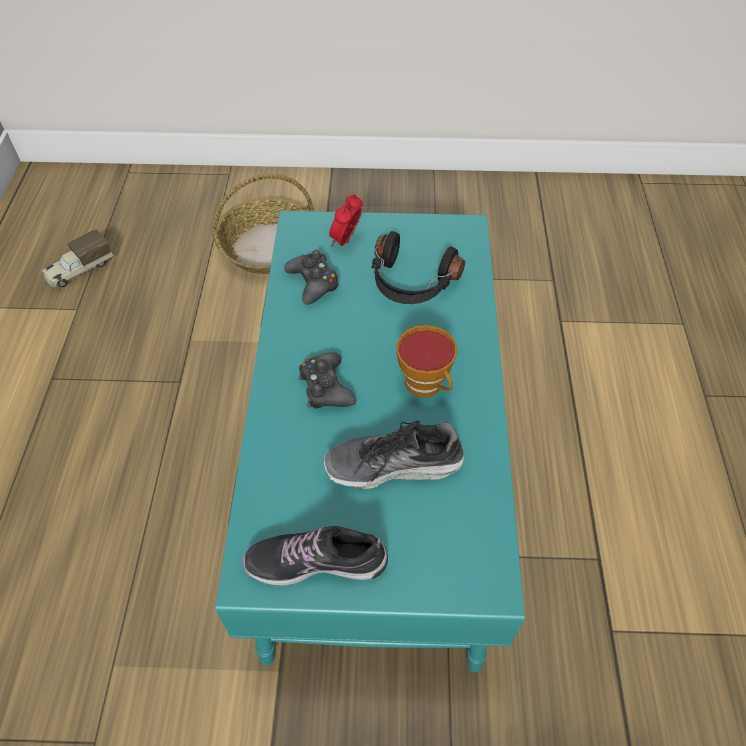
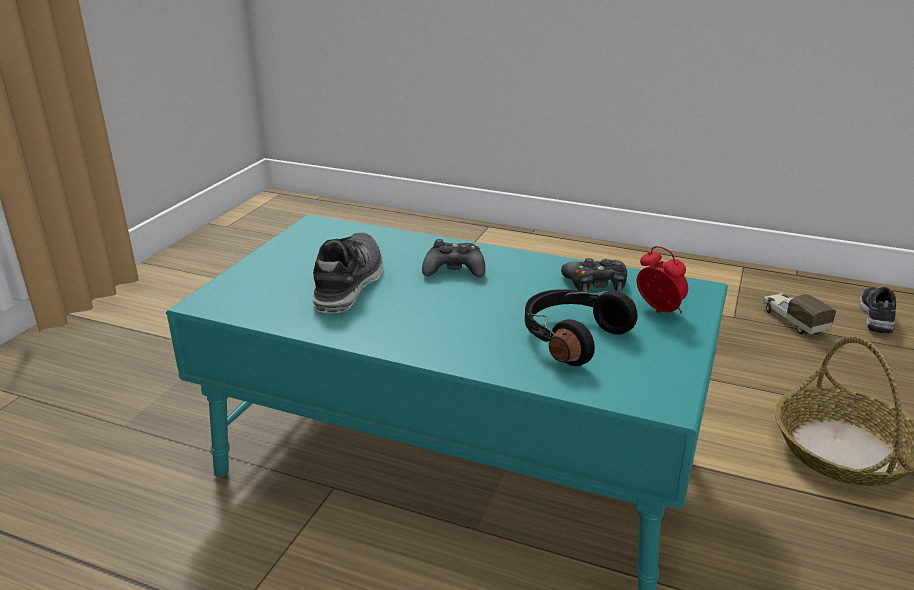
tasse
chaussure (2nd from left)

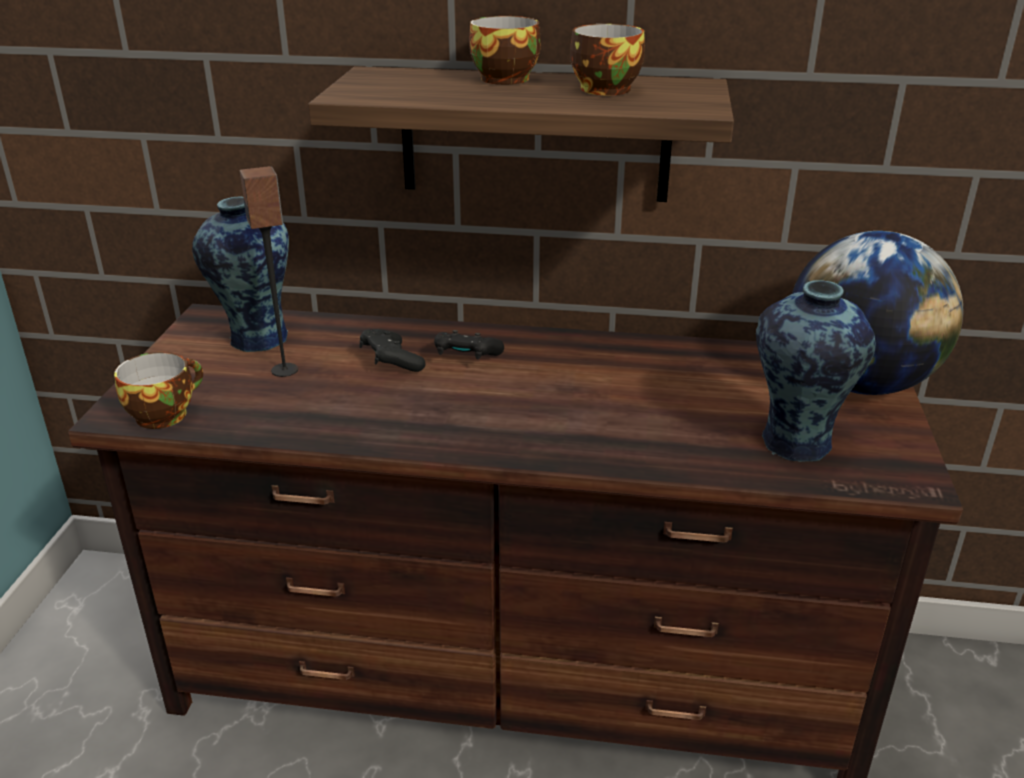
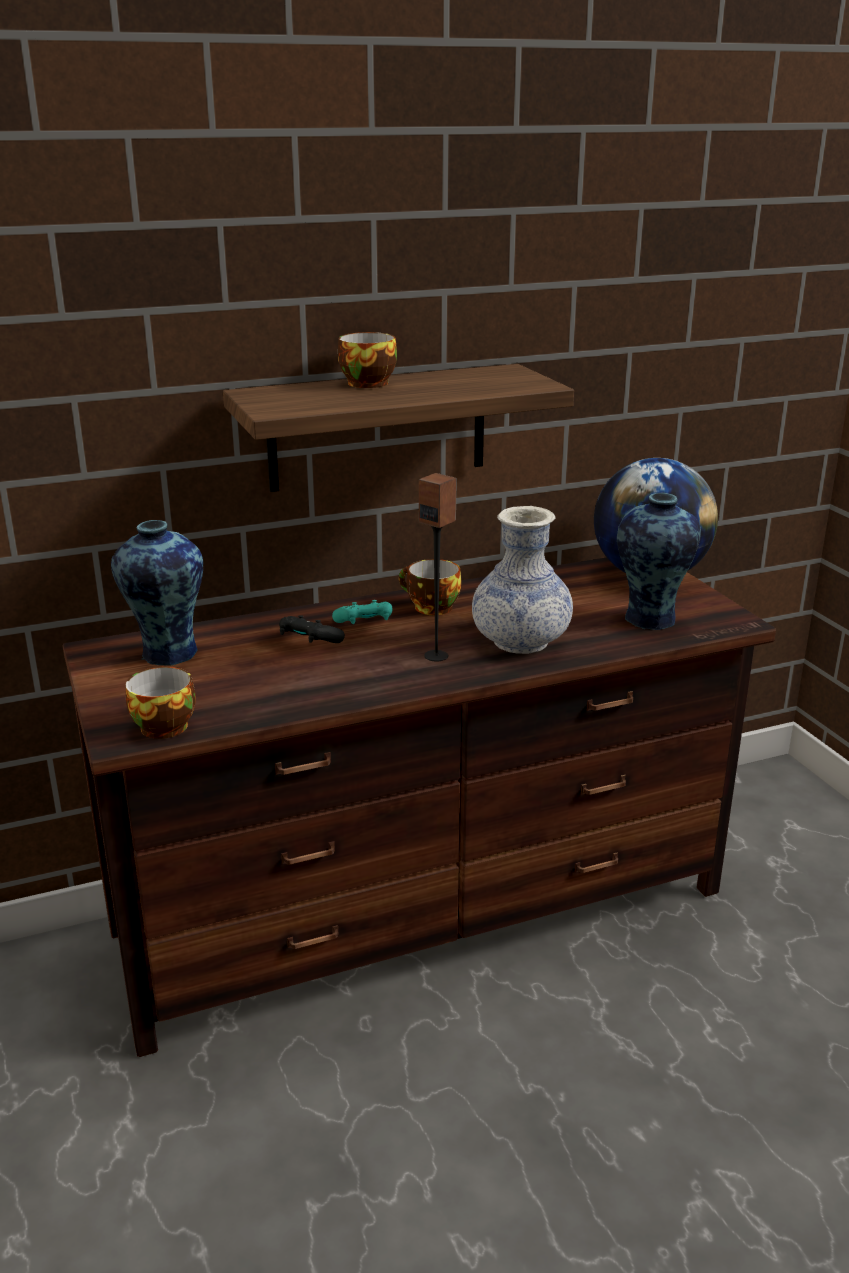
tasse (3rd from left)
enceinte
manette/turquoise
vase (2nd from left)

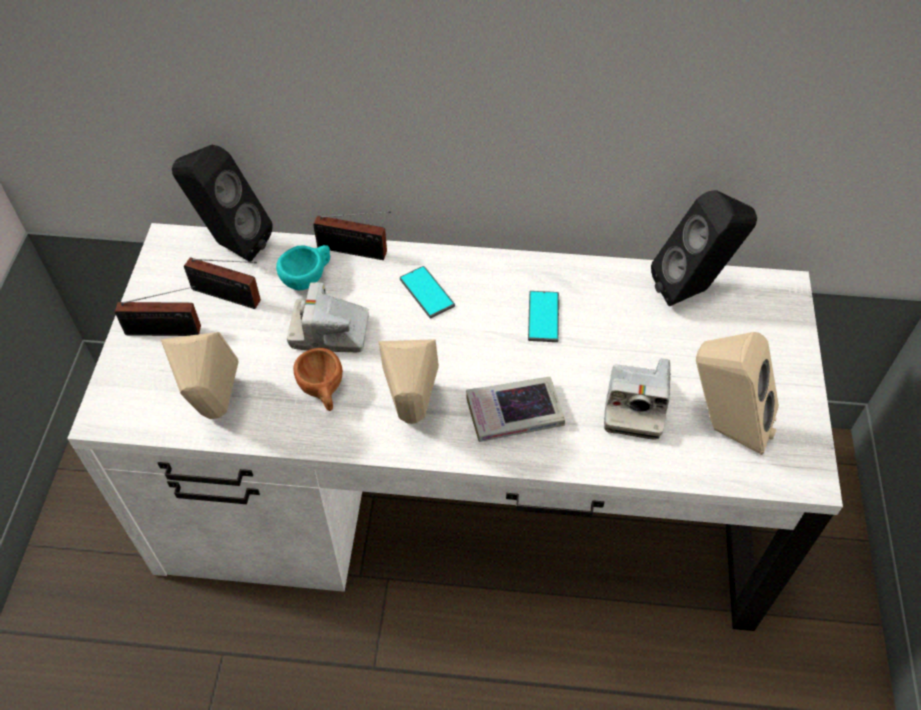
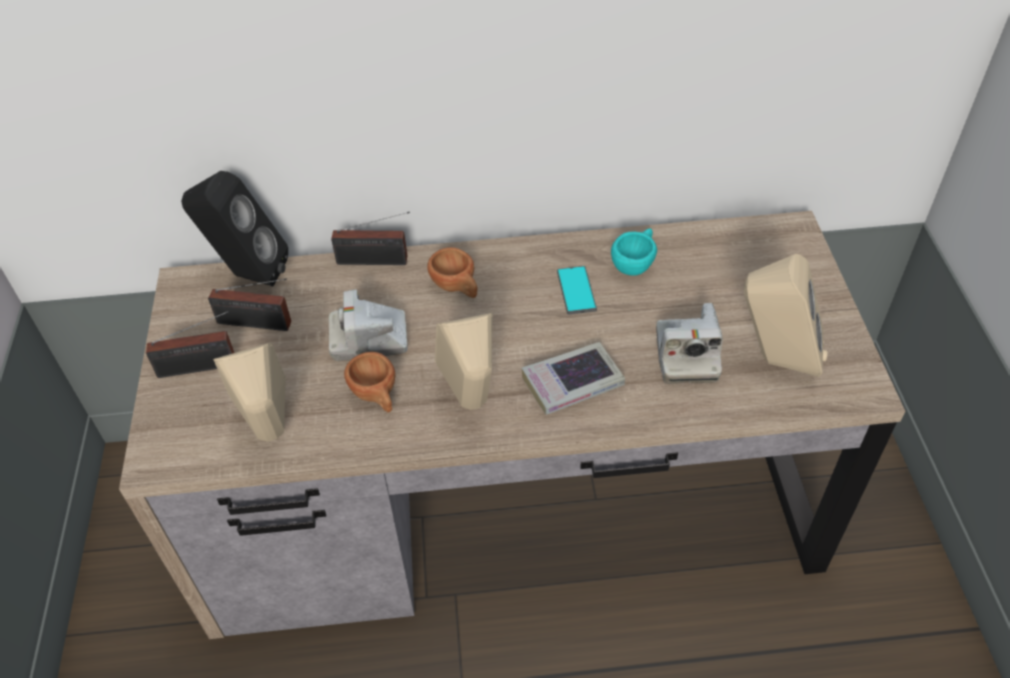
enceinte/noir (2nd from left in the first image)
bureau/marron
tasse/turquoise
tasse/marron (2nd from left)

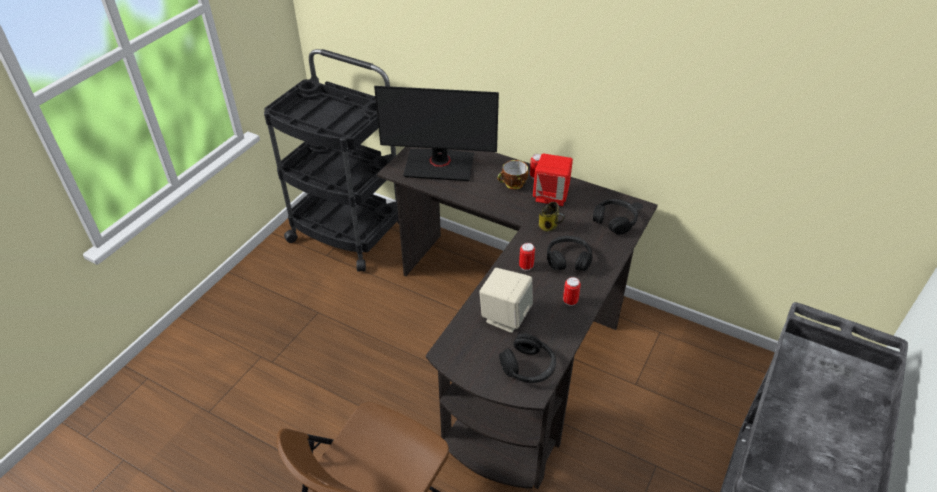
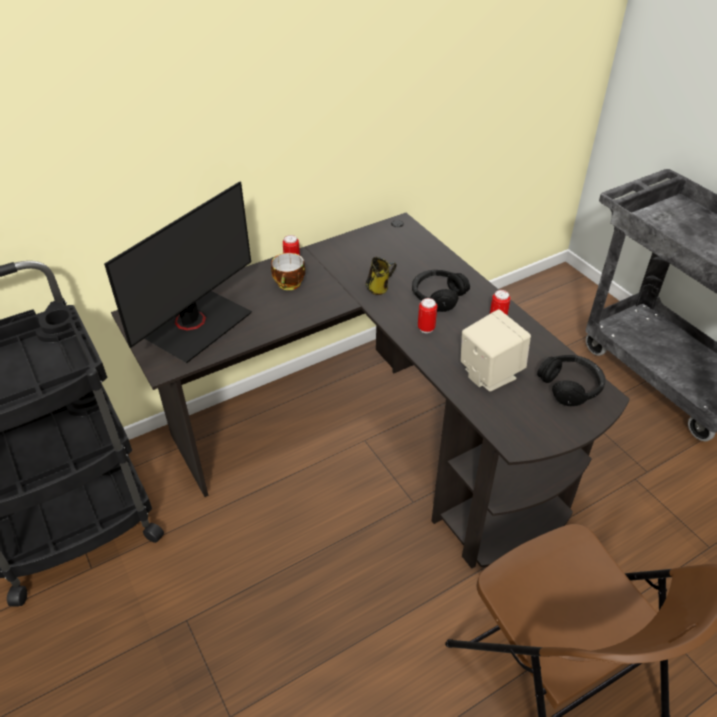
enceinte/rouge
casque audio/noir (3rd from left in the first image)

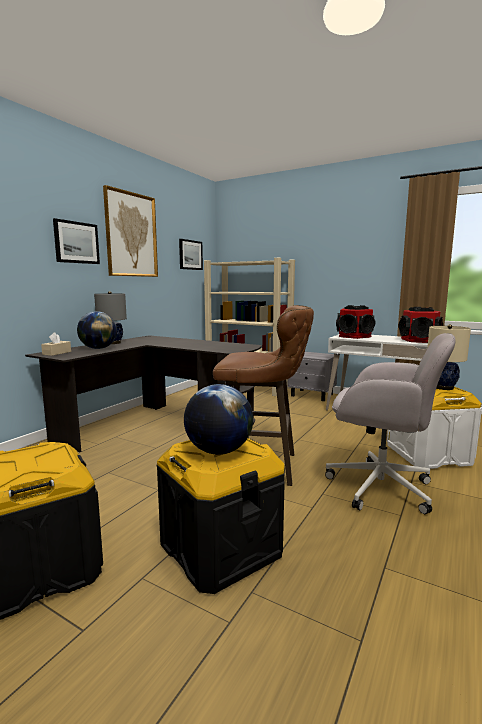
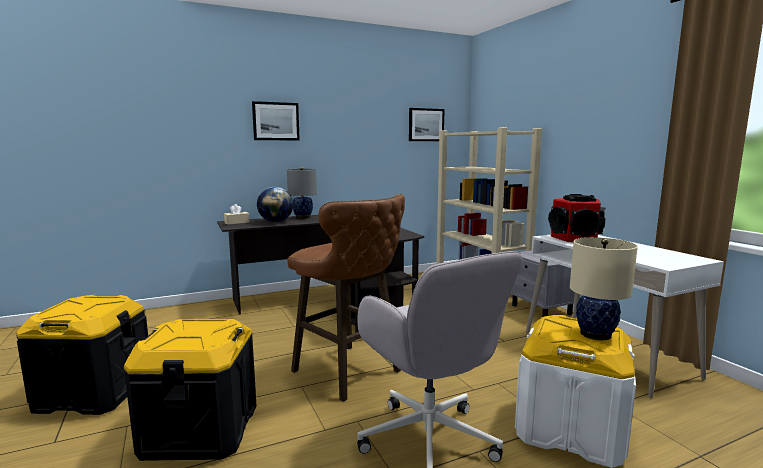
tableau (2nd from left in the first image)
enceinte (2nd from left in the first image)
globe (2nd from left in the first image)

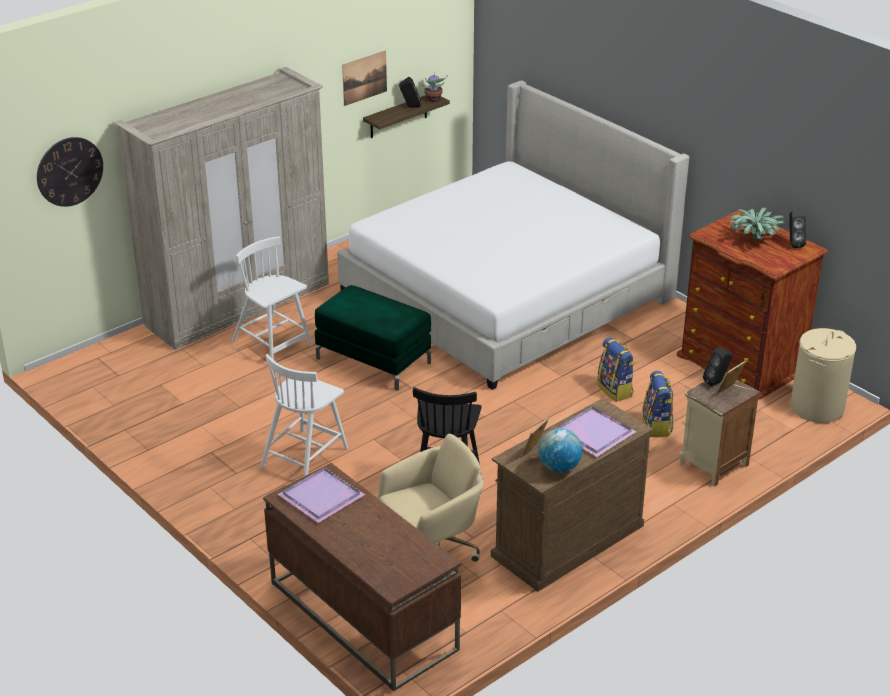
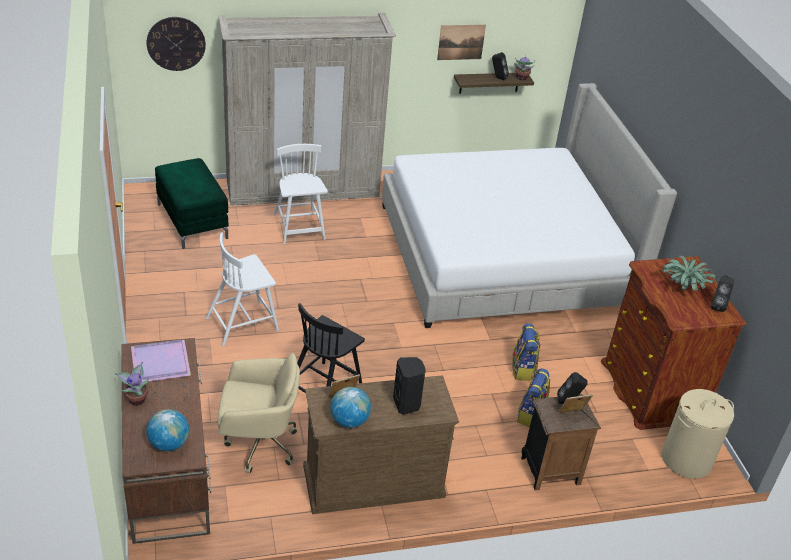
pouf/vert
table de chevet/noir
enceinte/noir (1st from left)
plante en pot (1st from left)
globe (1st from left)

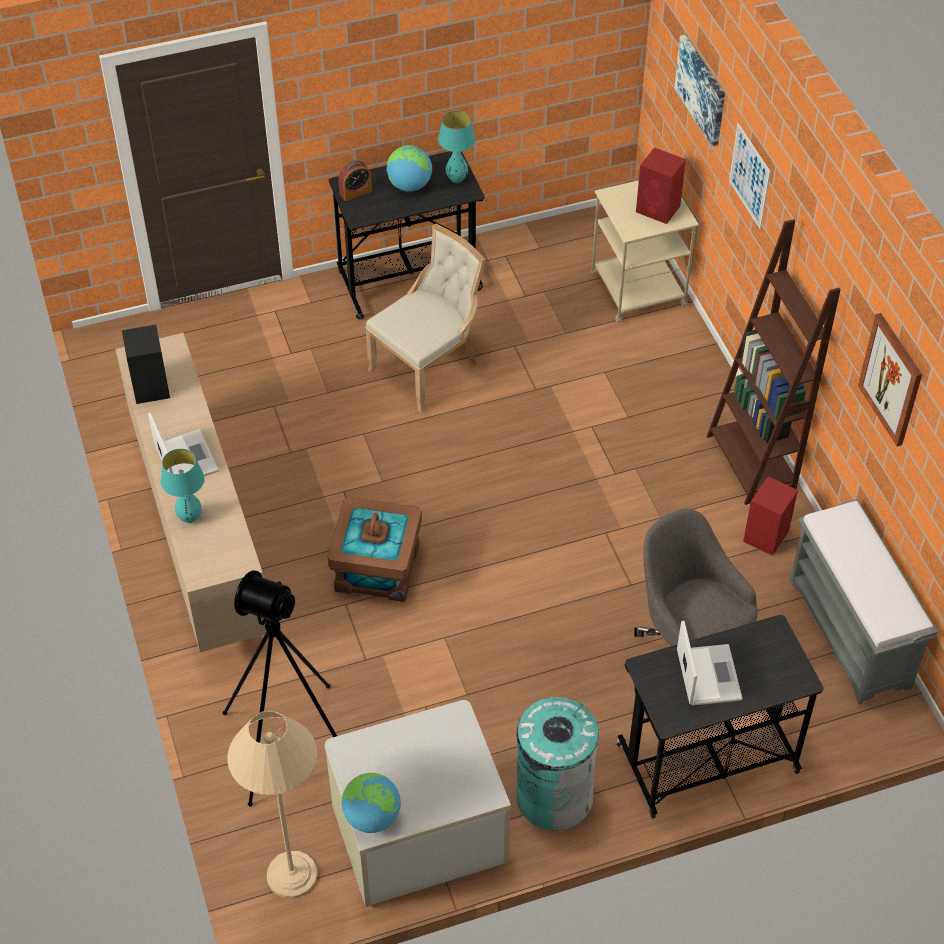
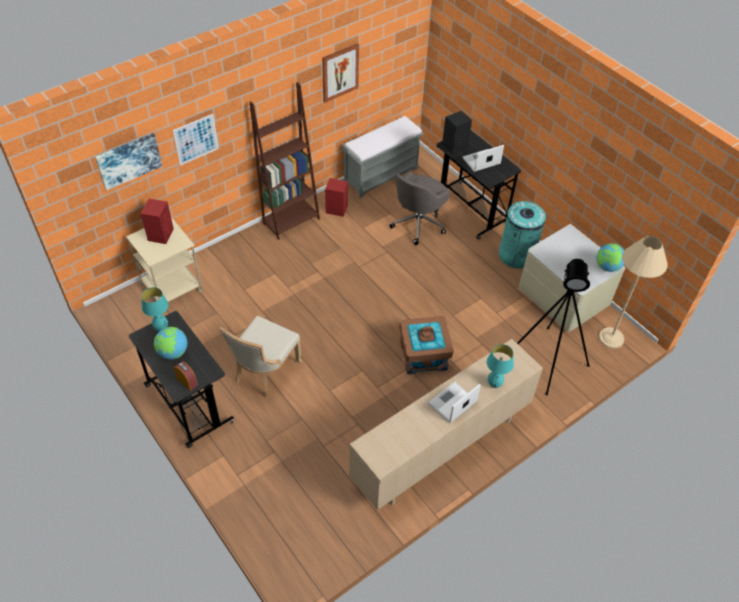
chaise/beige
enceinte/noir

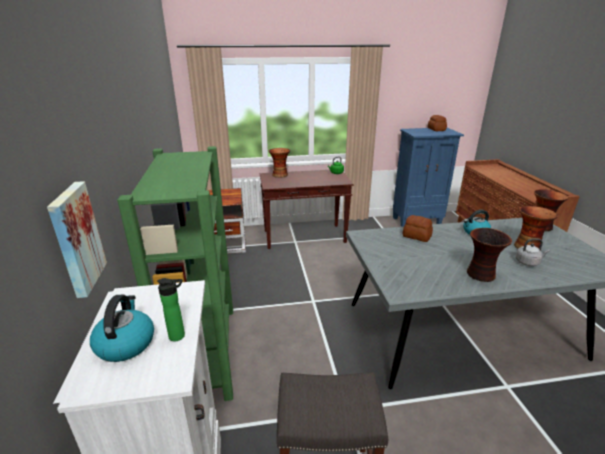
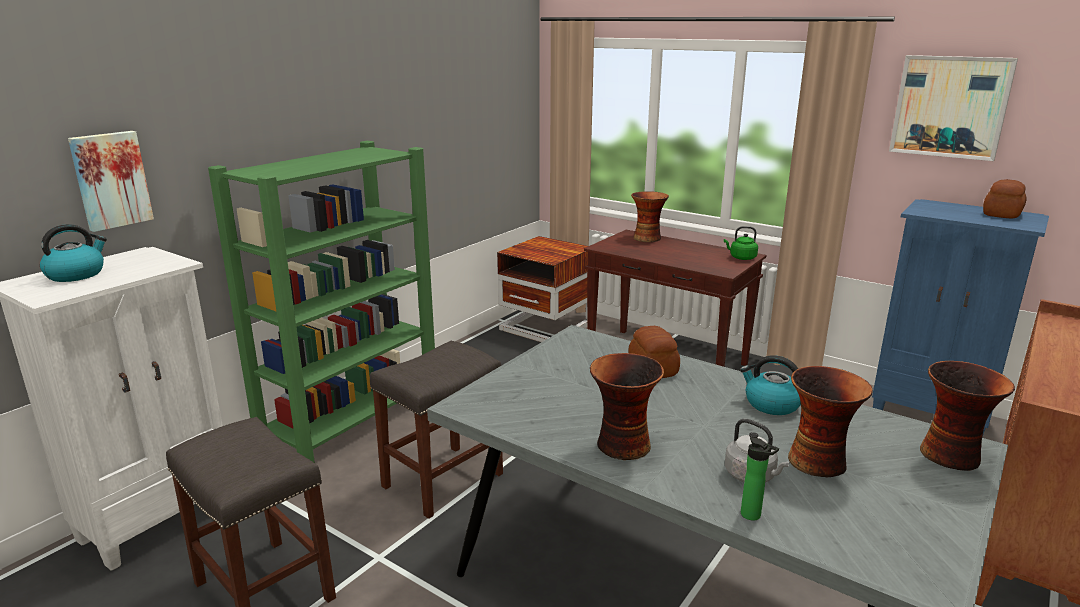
bouteille
tableau (2nd from left)
tabouret/gris (2nd from left)

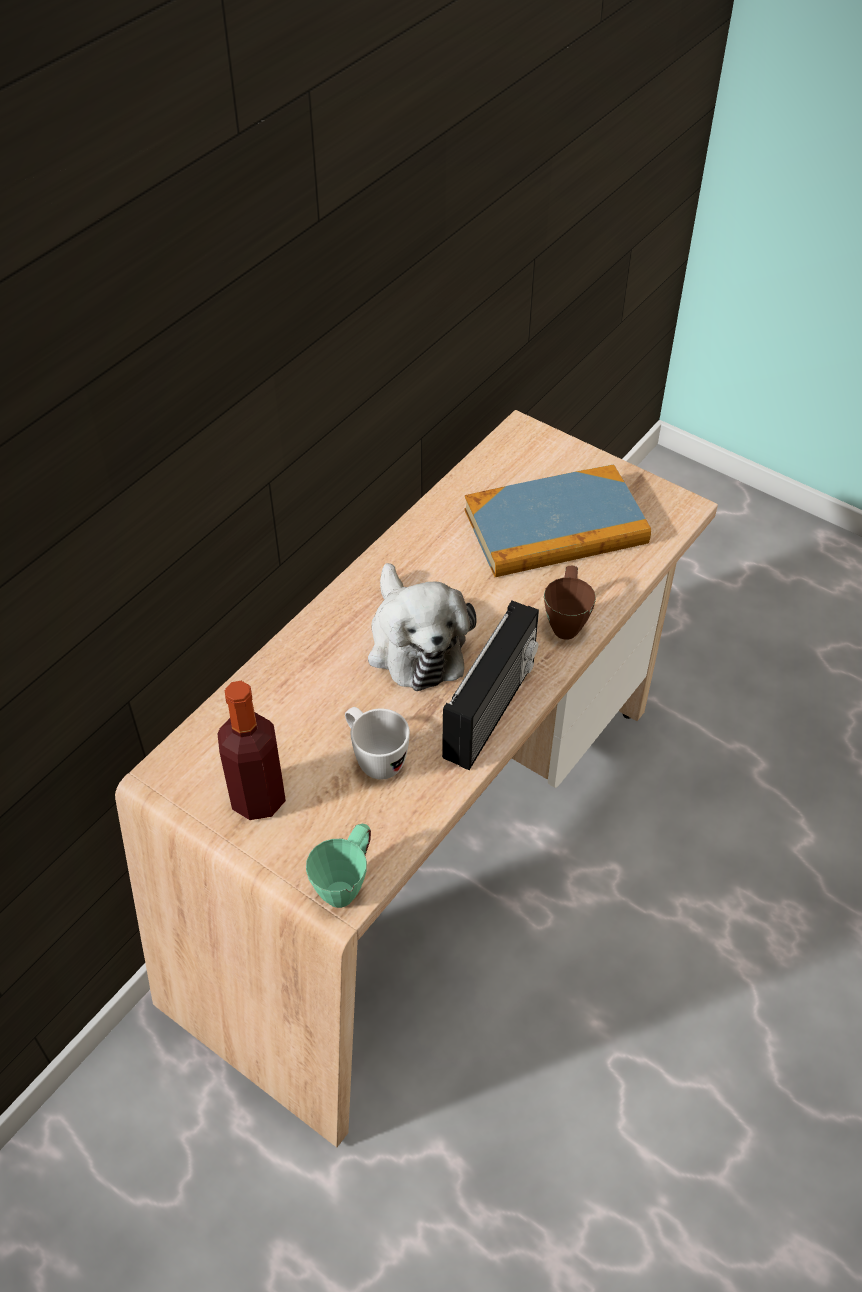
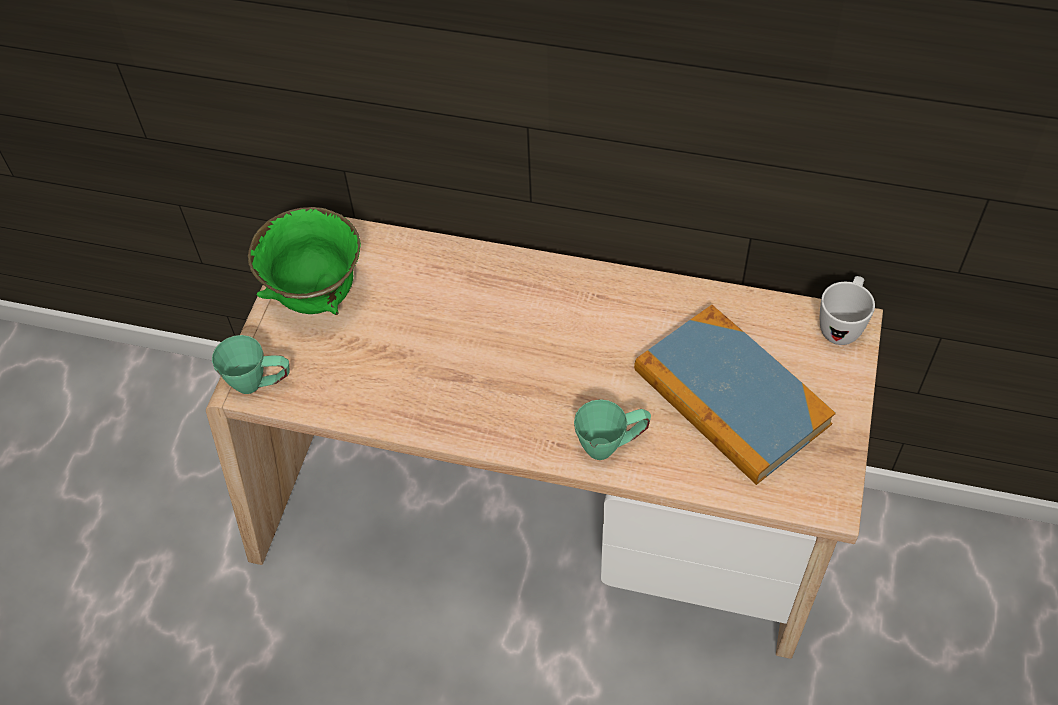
peluche
mug/vert (2nd from left)
radio
bol/vert
mug/blanc

